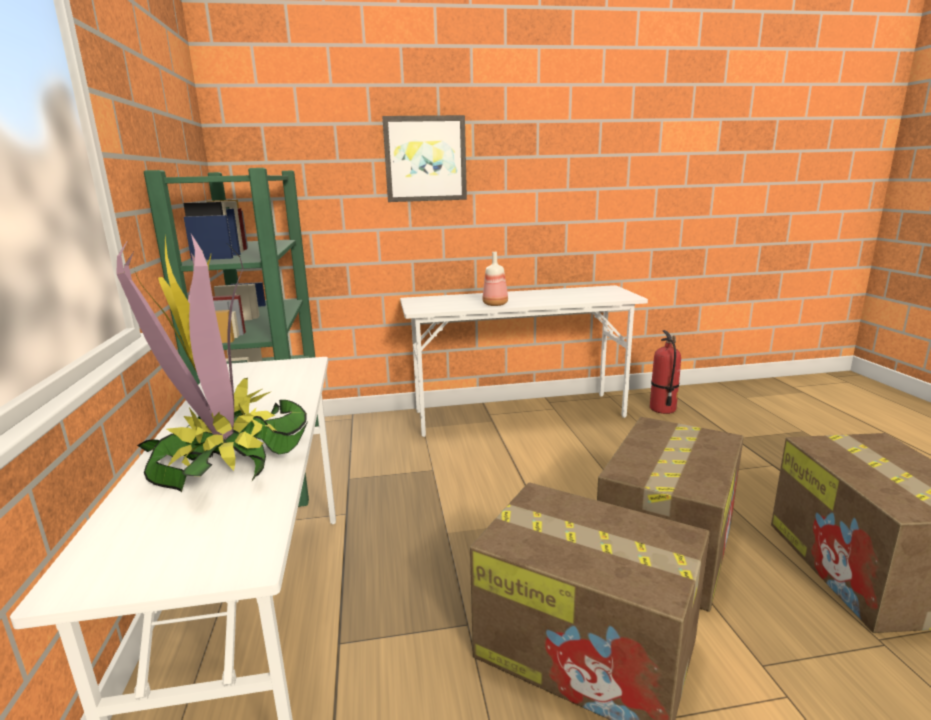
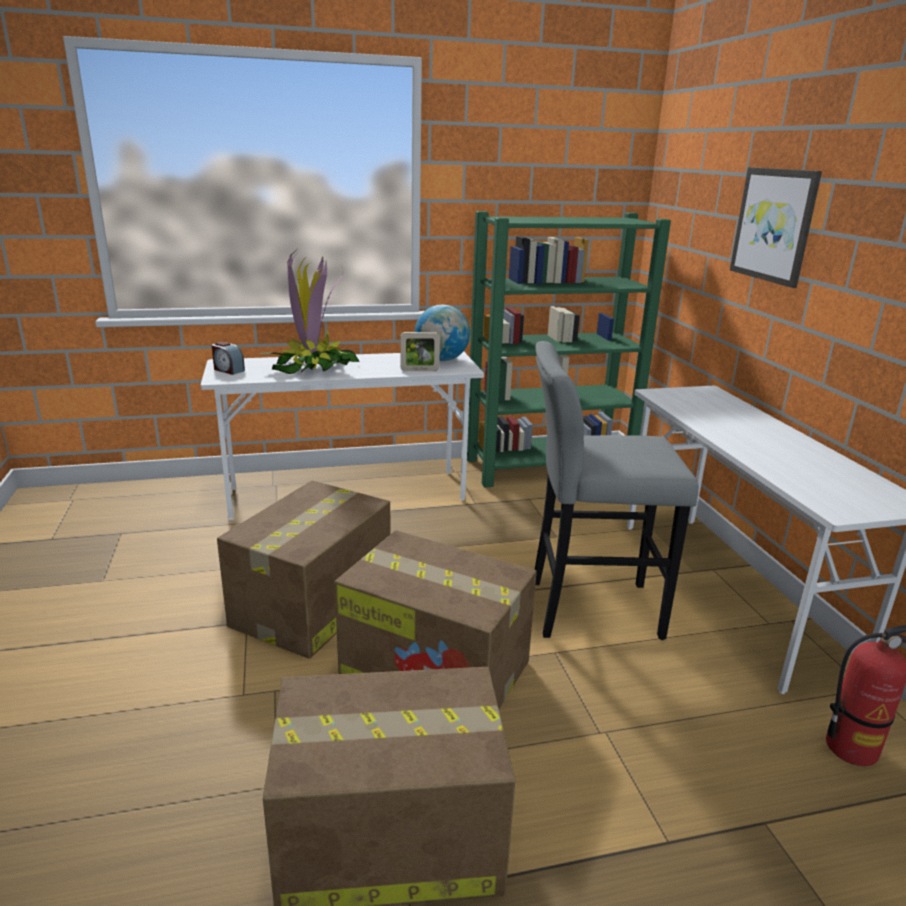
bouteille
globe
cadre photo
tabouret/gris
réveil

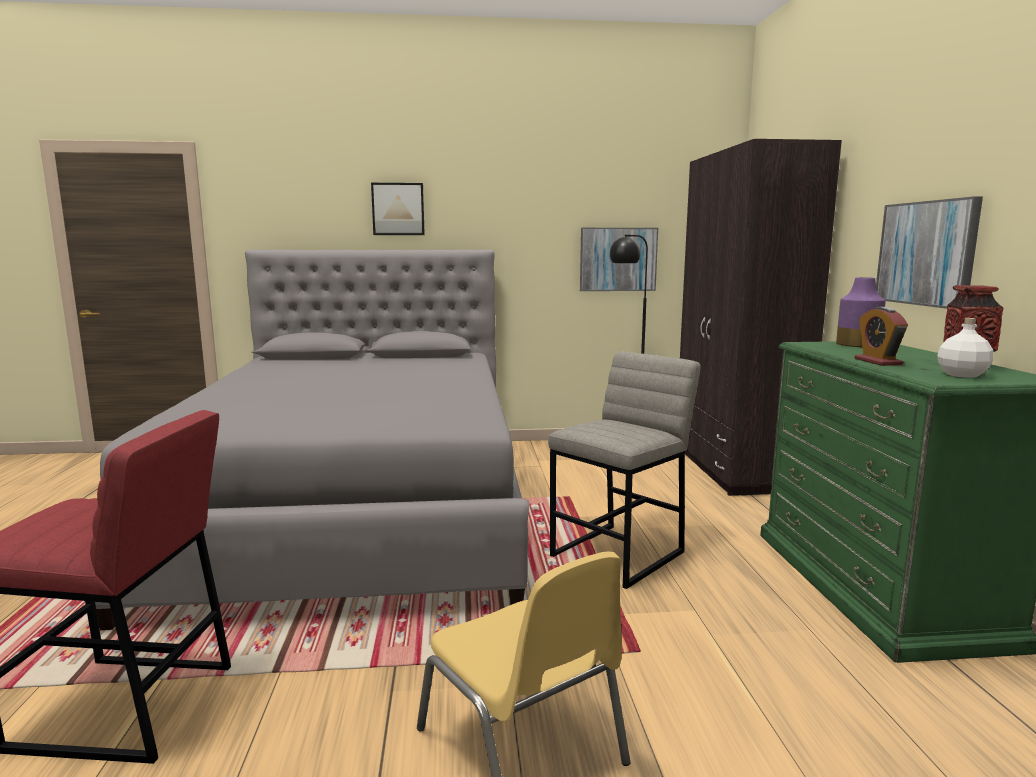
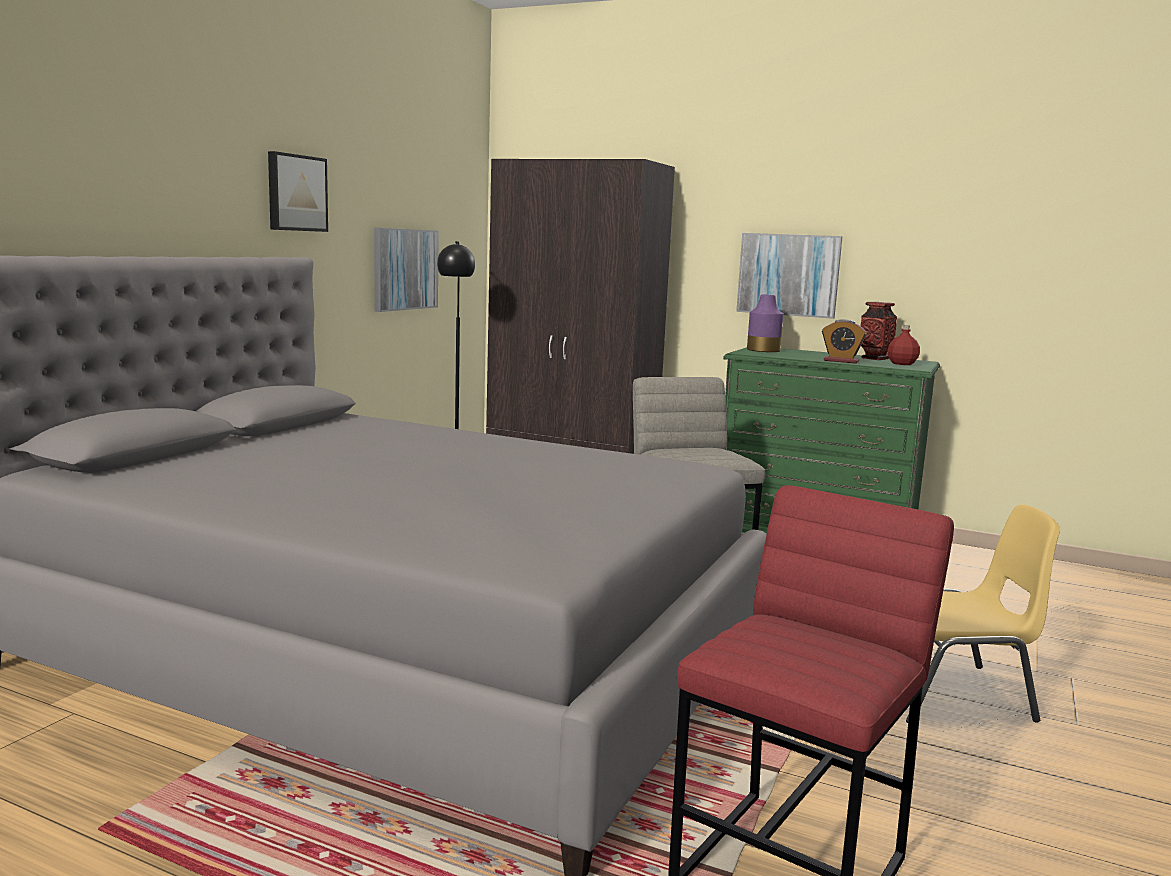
tableau (1st from left)
bouteille/rouge

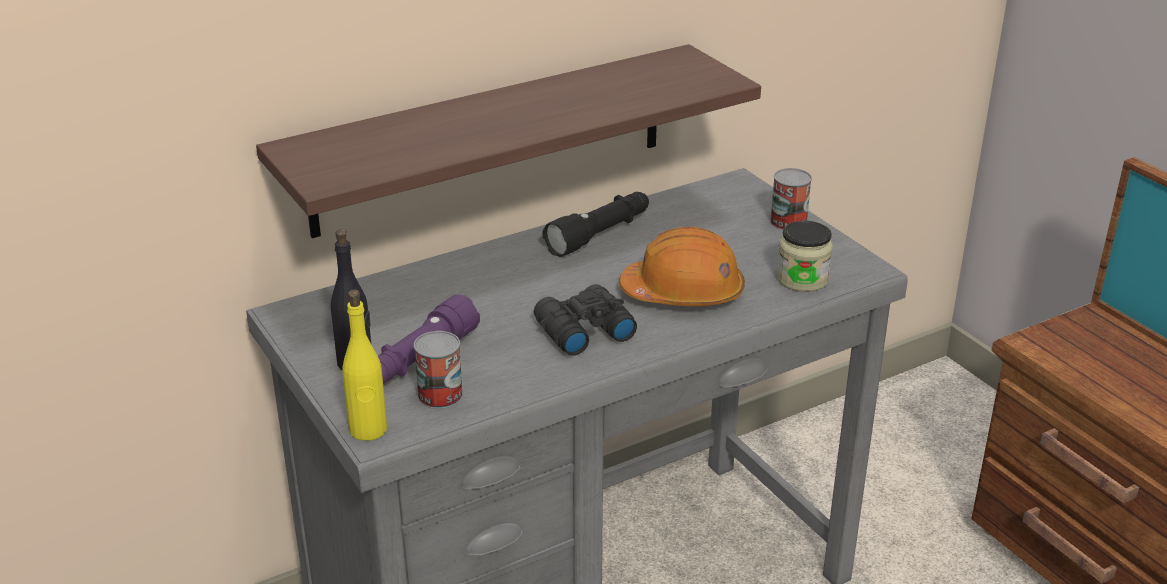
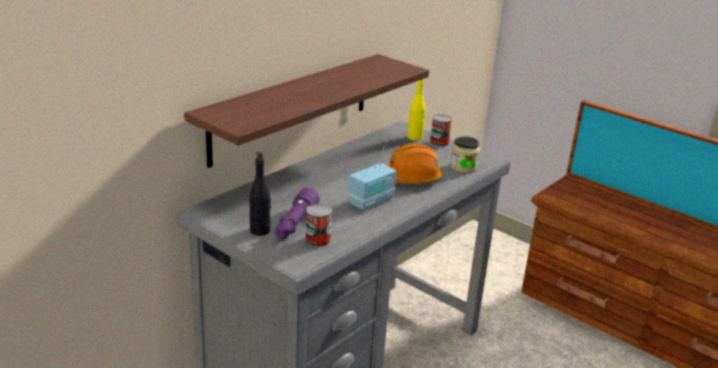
lampe de poche/noir
radio
bouteille/jaune

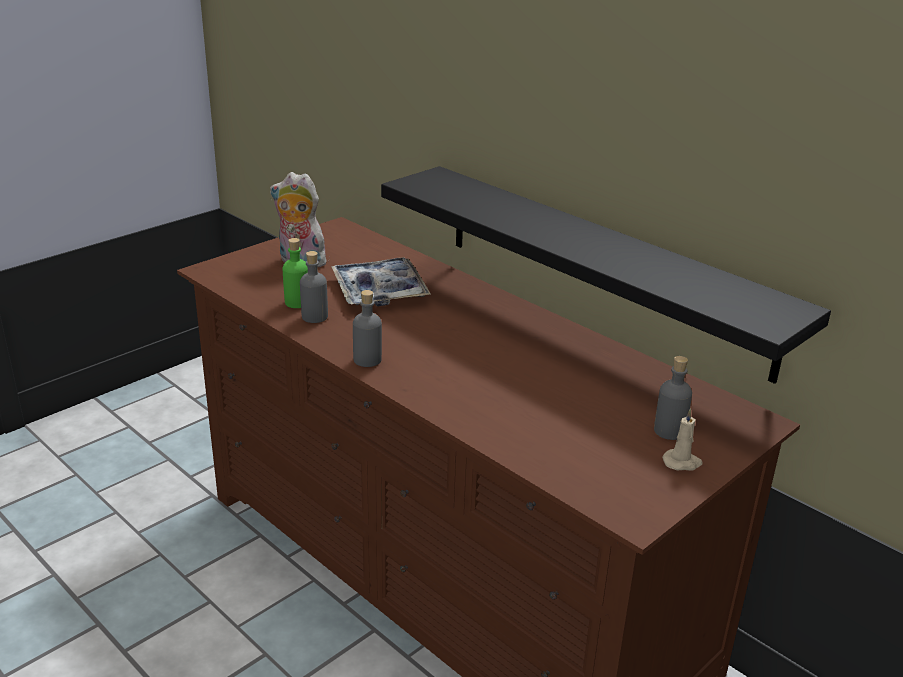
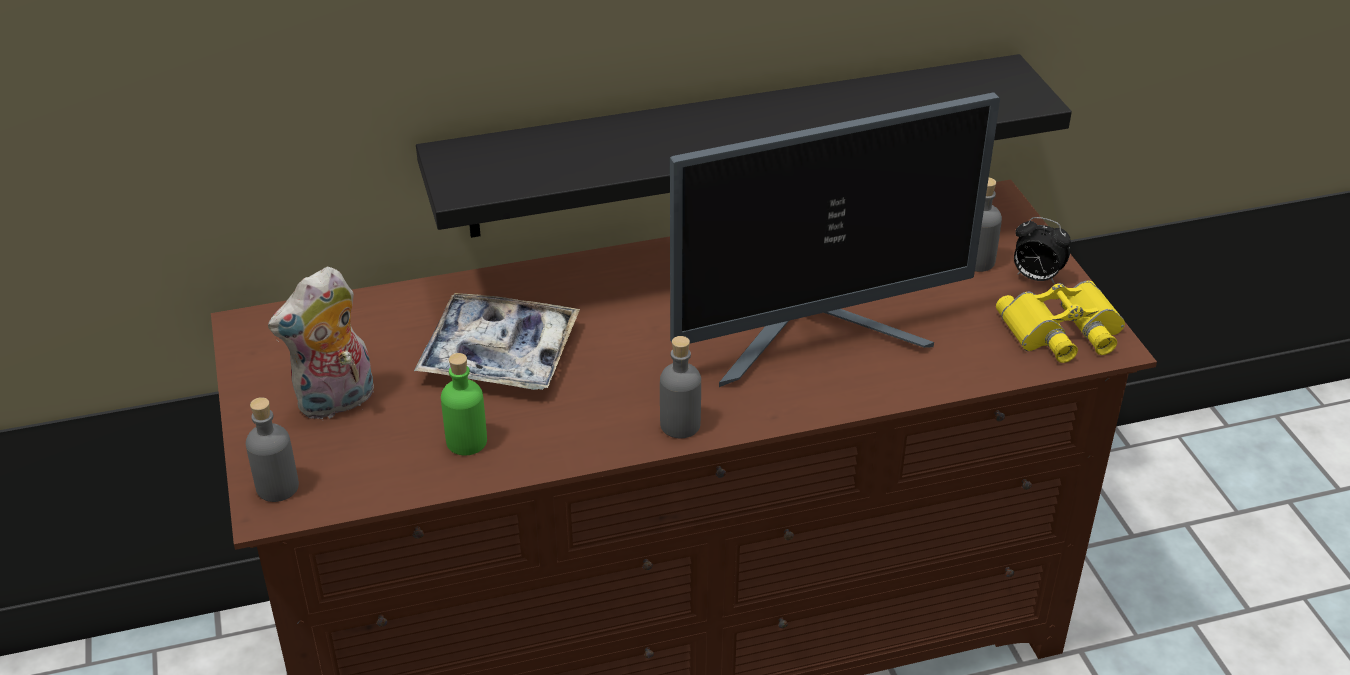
bouteille/gris (1st from left)
réveil
écran d'ordinateur
jumelles/jaune

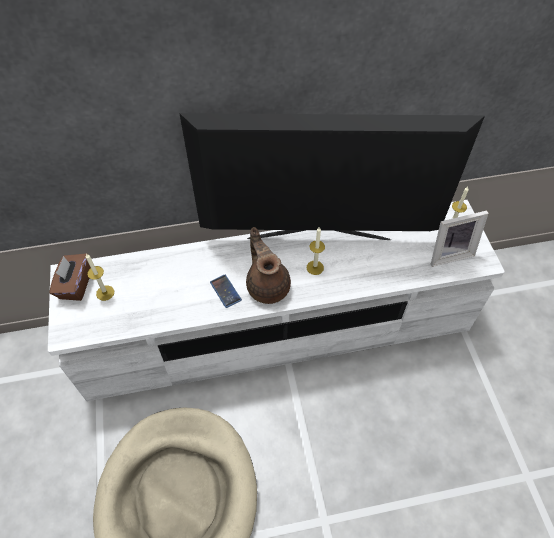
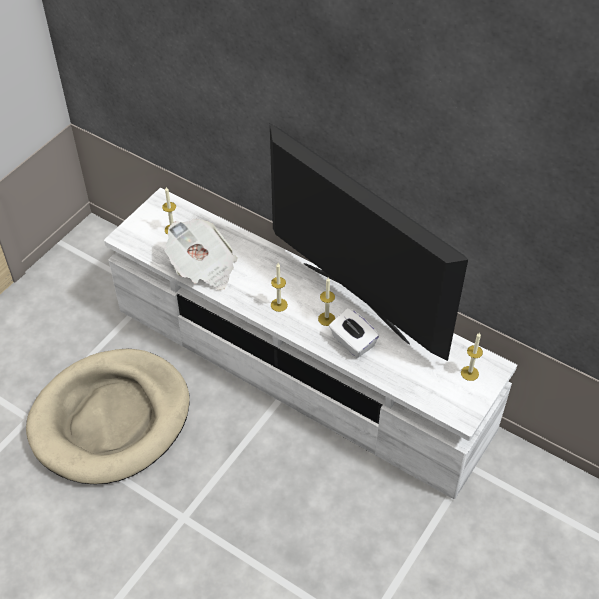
cadre photo
bougie (2nd from left)
boîte à mouchoirs/marron
téléphone
journal
boîte à mouchoirs/blanc

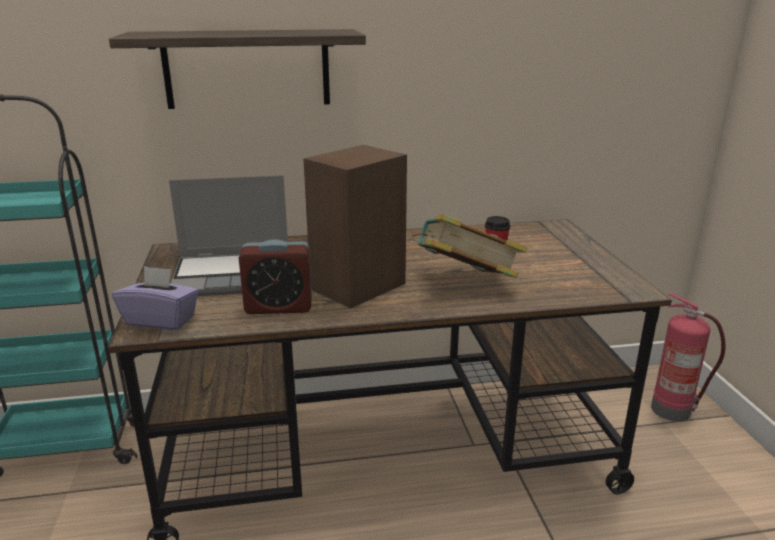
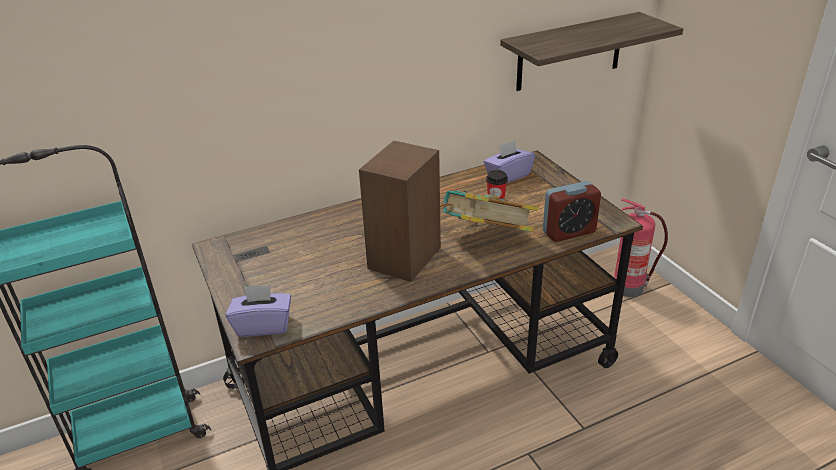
étagère
ordinateur portable
réveil
boîte à mouchoirs/violet (2nd from left)

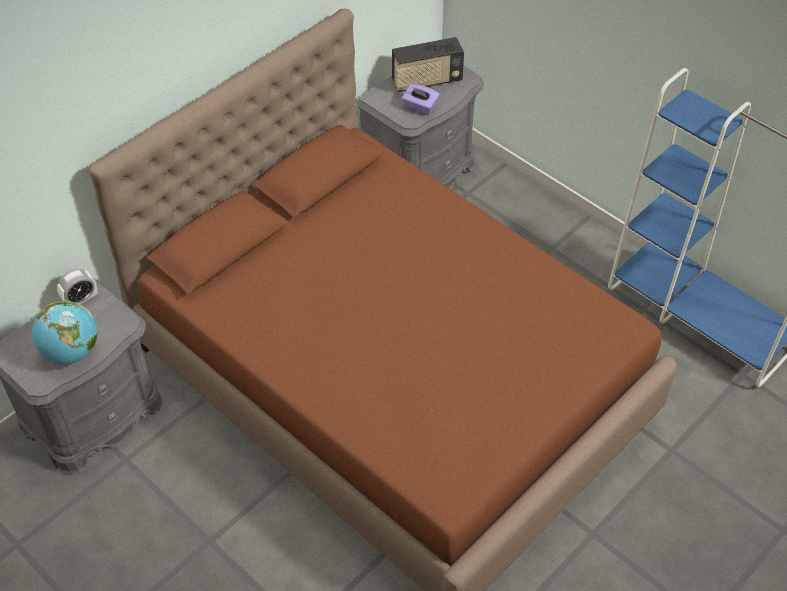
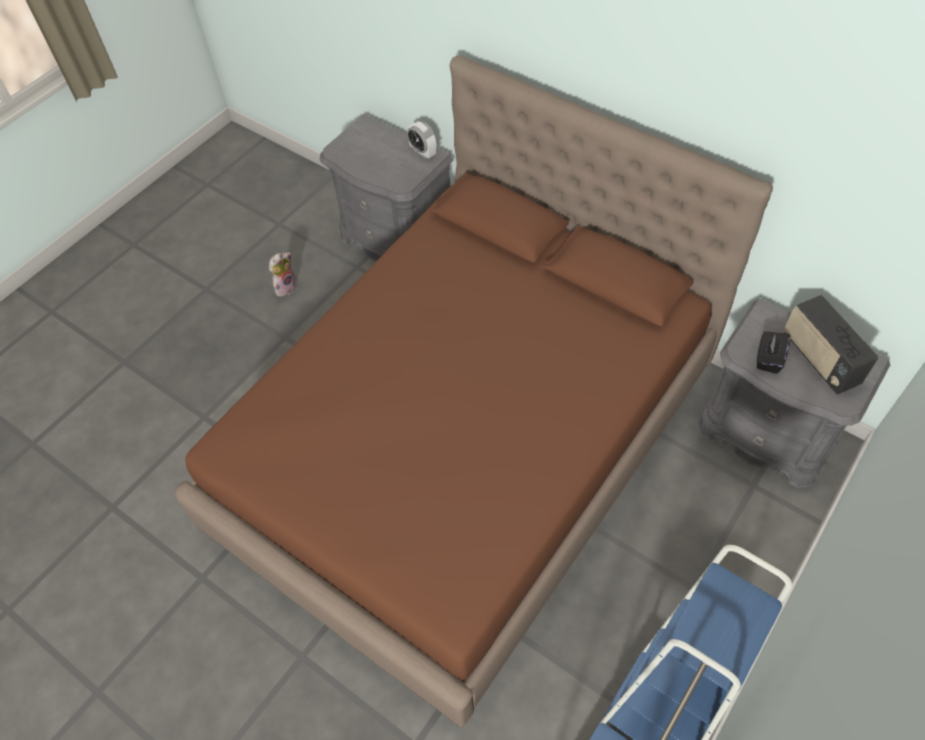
boîte à mouchoirs/noir
globe
peluche

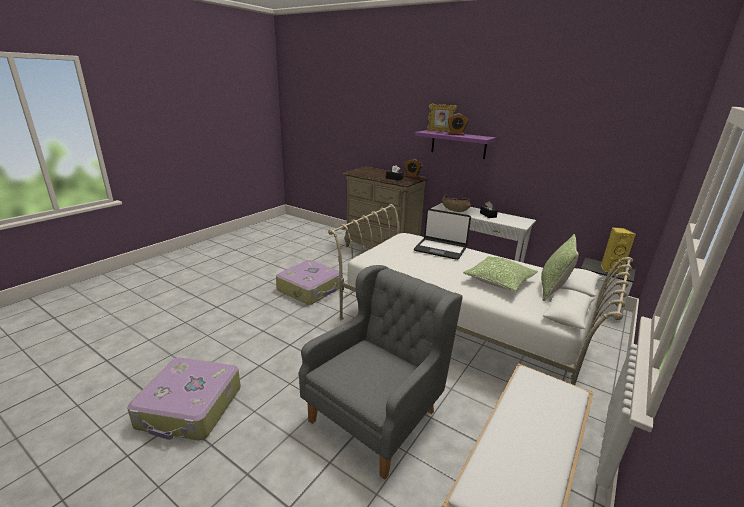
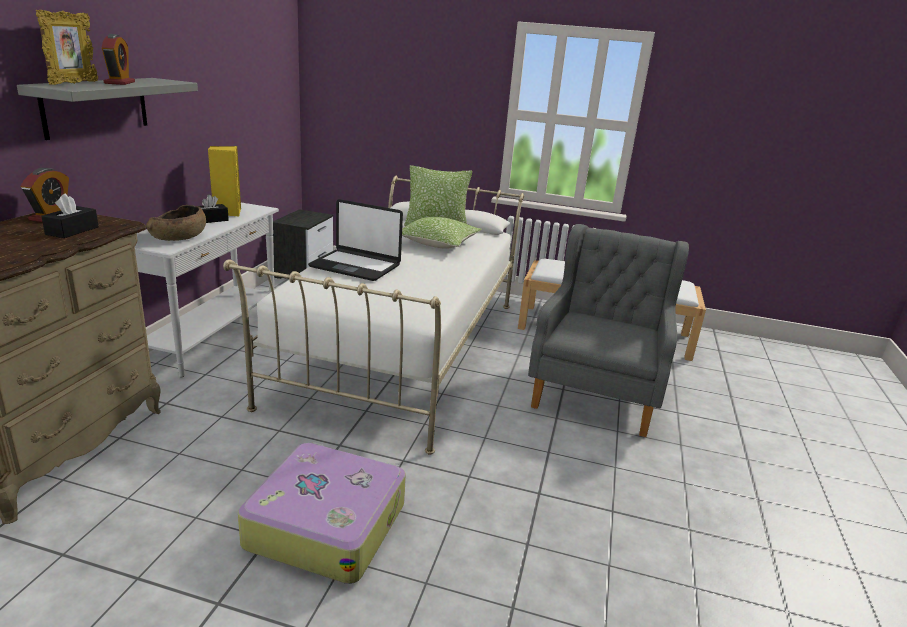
étagère/gris
ordinateur portable
enceinte/jaune
fauteuil/gris
valise (1st from left in the first image)

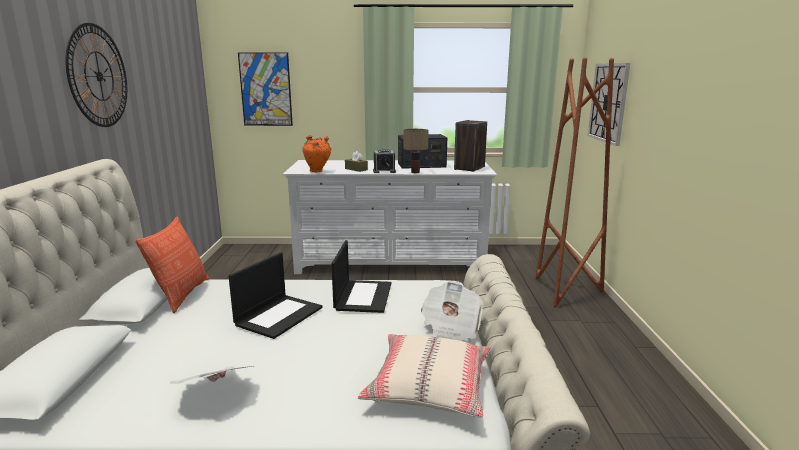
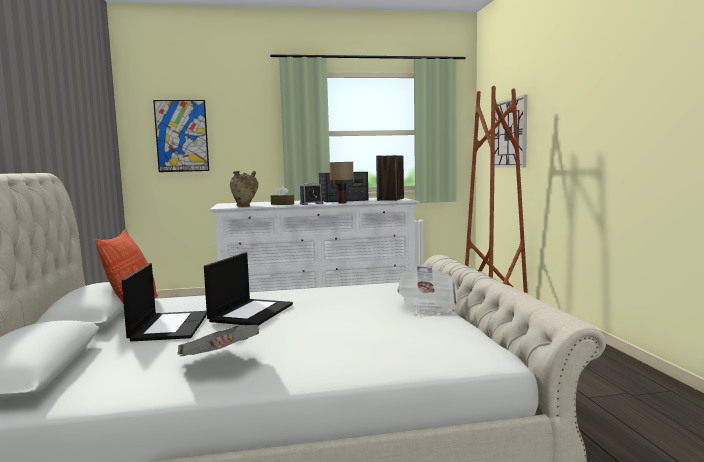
horloge murale (1st from left in the first image)
vase/beige
ordinateur portable (1st from left)
coussin/beige

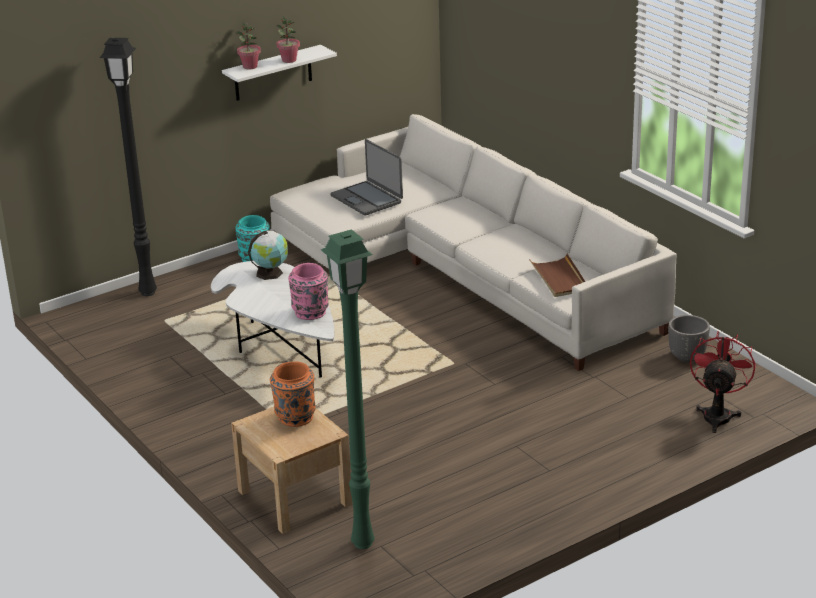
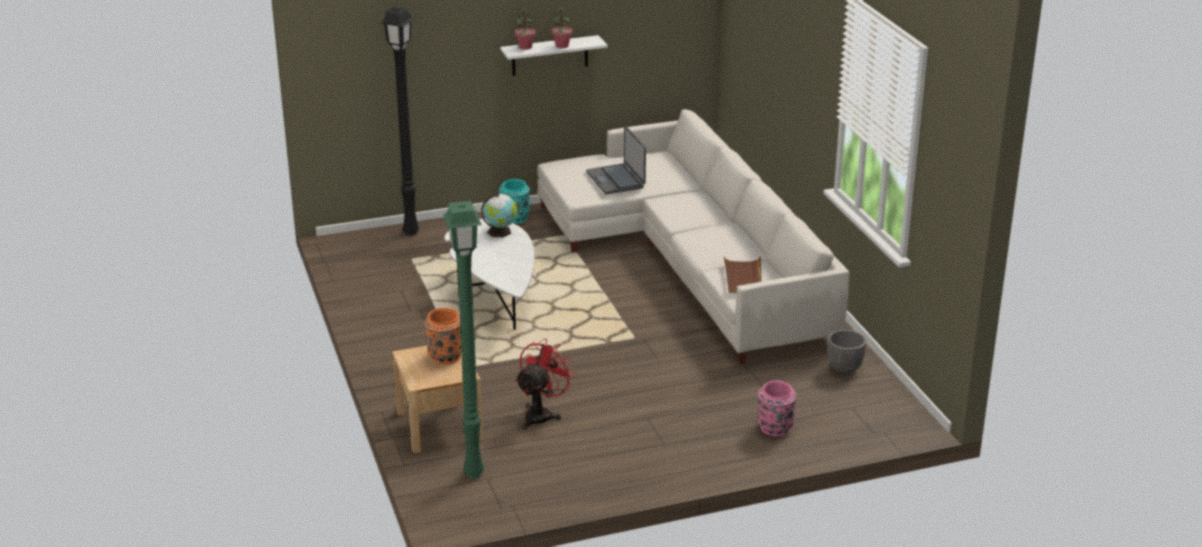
vase/rose
ventilateur/rouge

